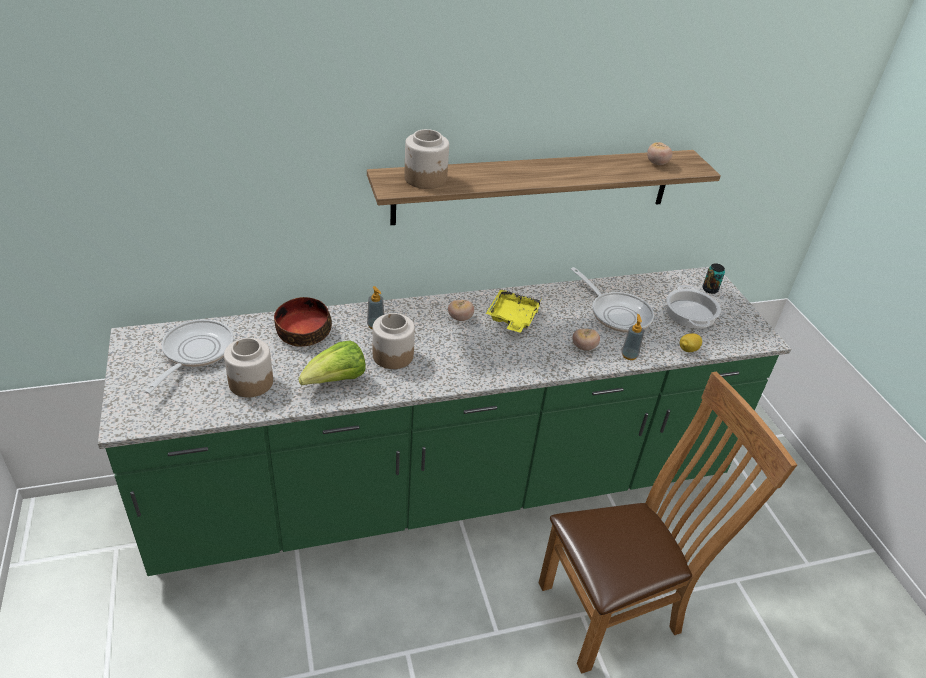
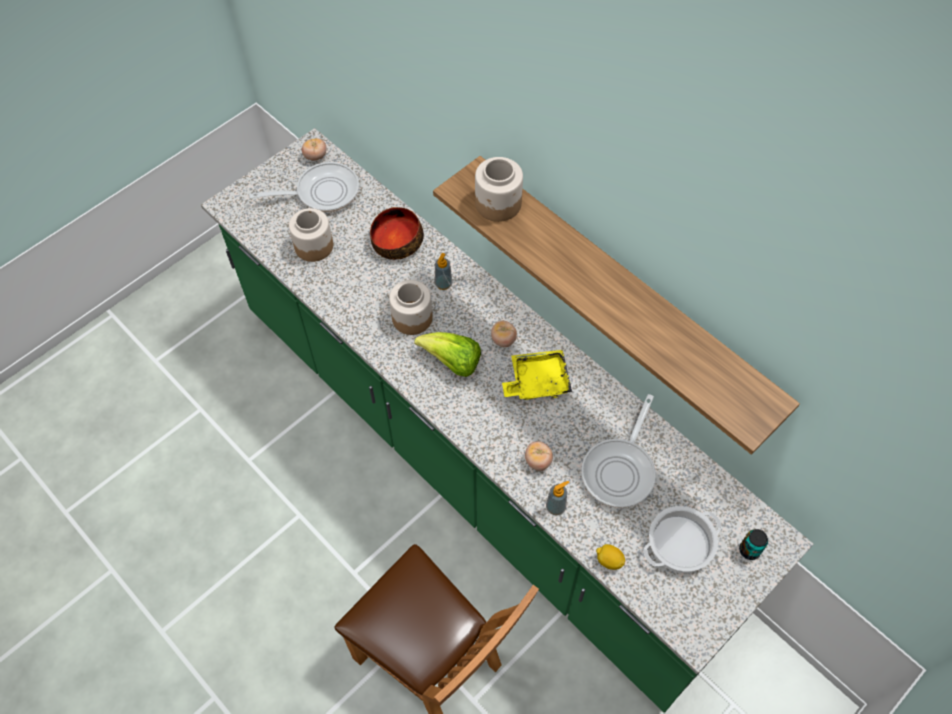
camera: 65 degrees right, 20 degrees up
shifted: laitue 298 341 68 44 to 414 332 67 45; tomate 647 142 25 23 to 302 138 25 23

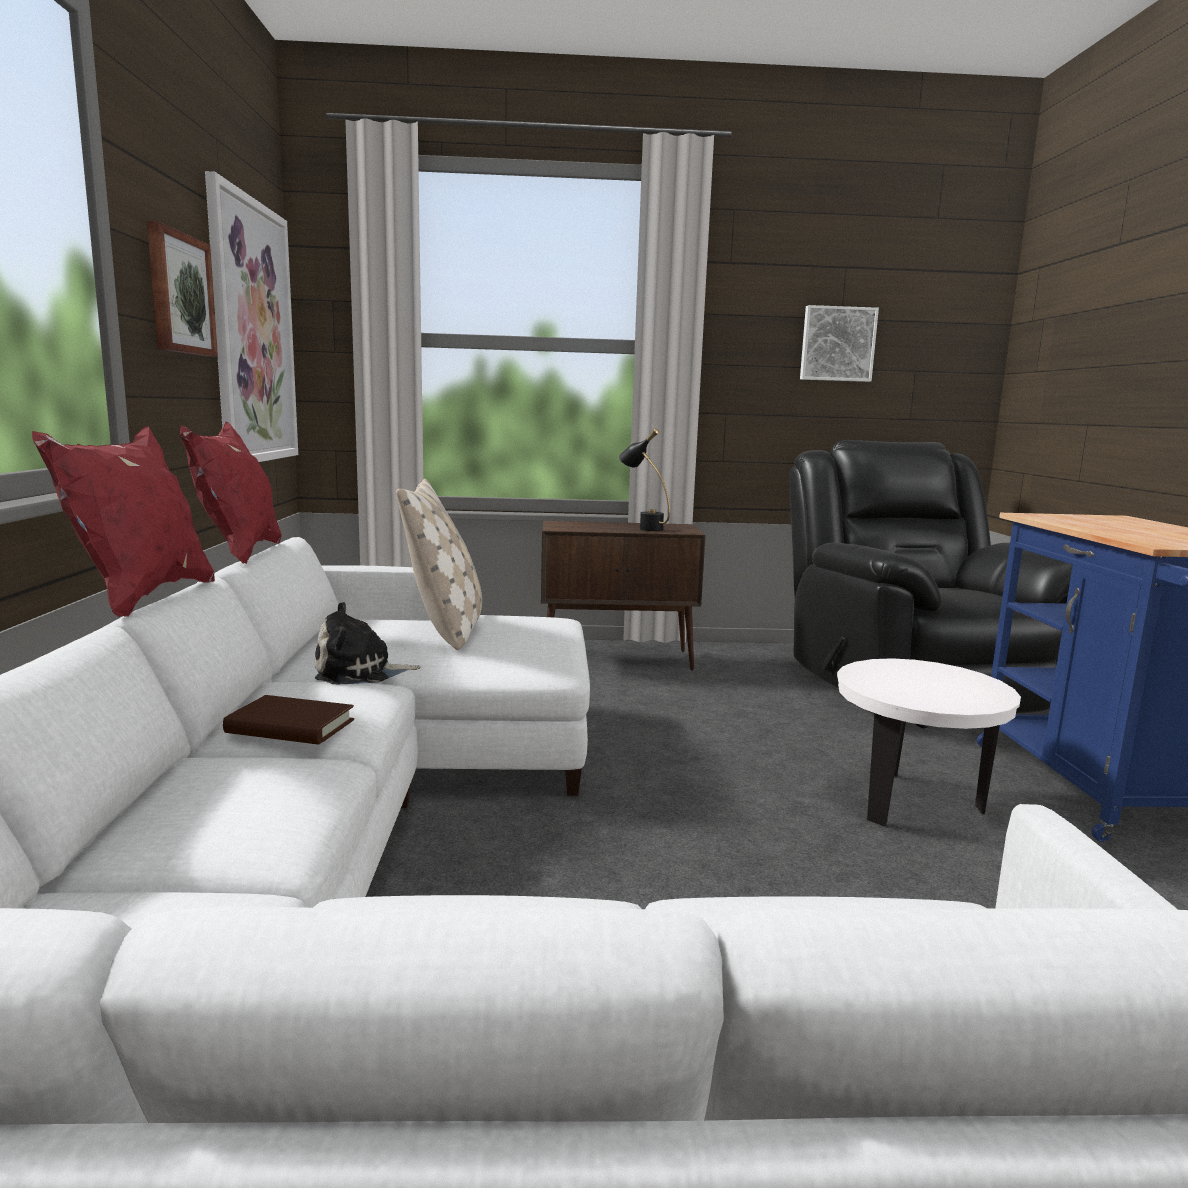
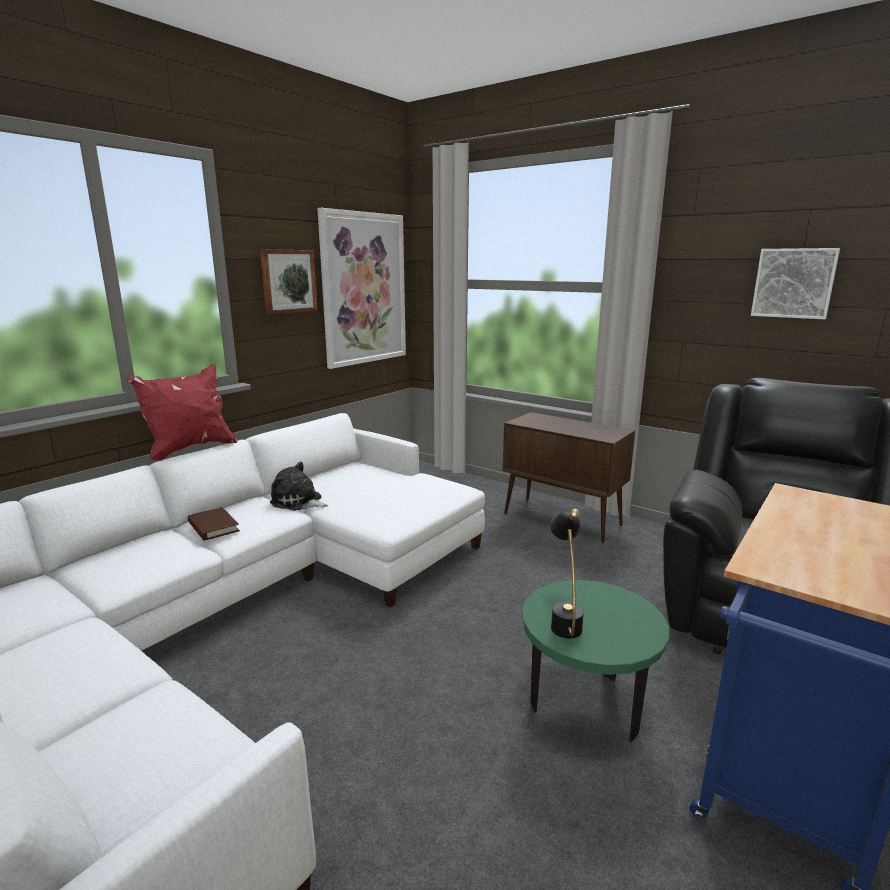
camera: 40 degrees right, 5 degrees up
gone: coussin/rouge 180 422 102 142; coussin/beige 396 479 86 171
shifted: lampe de table/noir 619 428 51 103 to 550 509 34 129
repainted: table d'appoint/blanc 837 658 184 169 to table d'appoint/vert 522 580 147 162

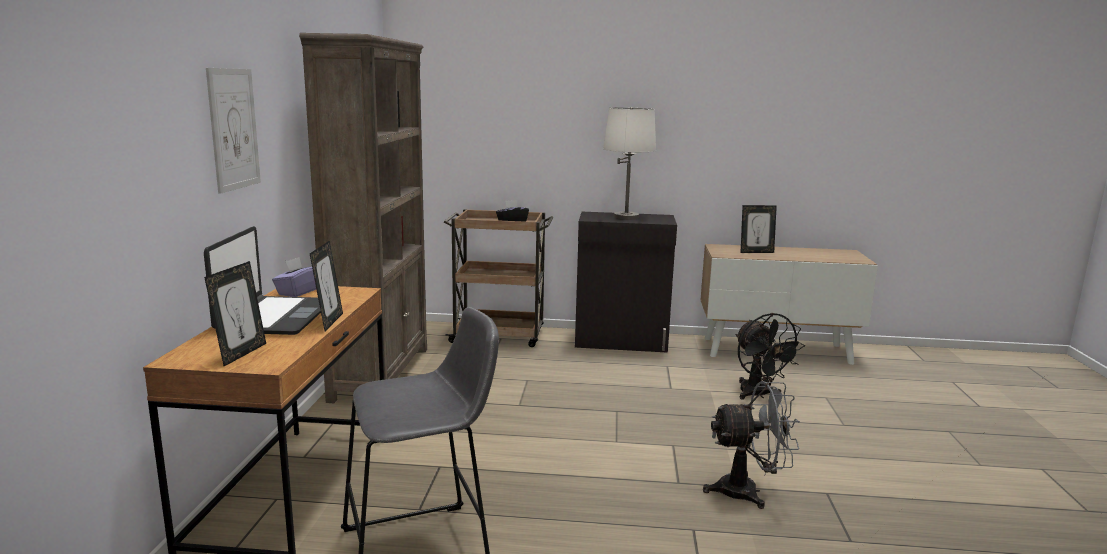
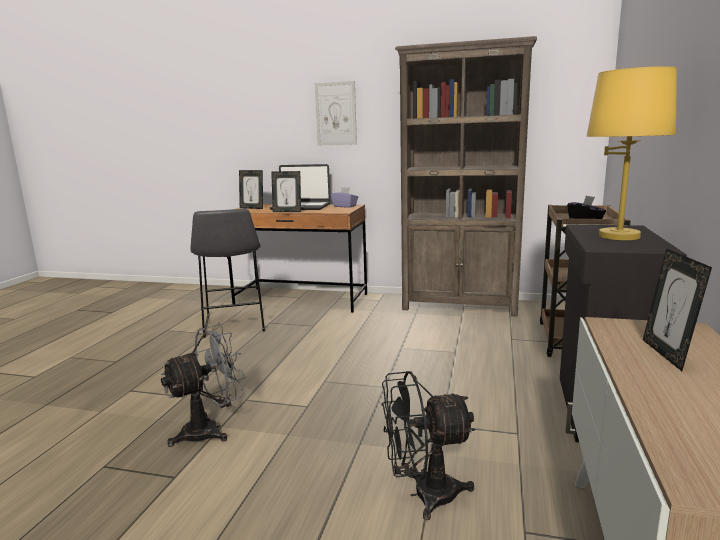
camera: 100 degrees right, 0 degrees up
repainted: lampe de table/blanc 603 107 53 113 to lampe de table/jaune 587 66 90 174
rotated: ventilateur/gris 703 381 97 128 = 160 324 85 123 135 degrees counterclockwise

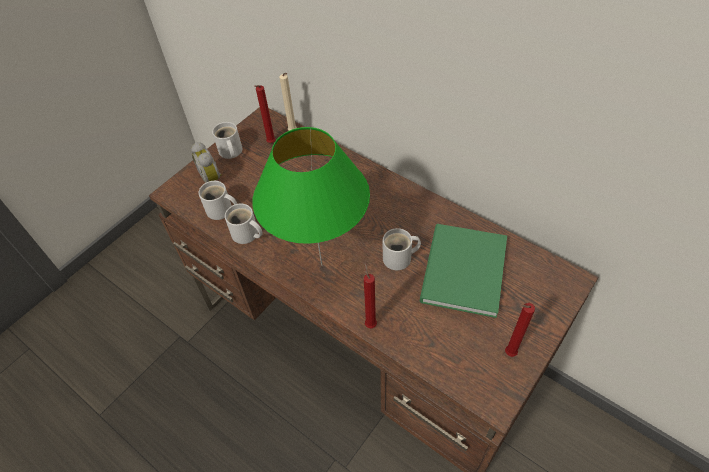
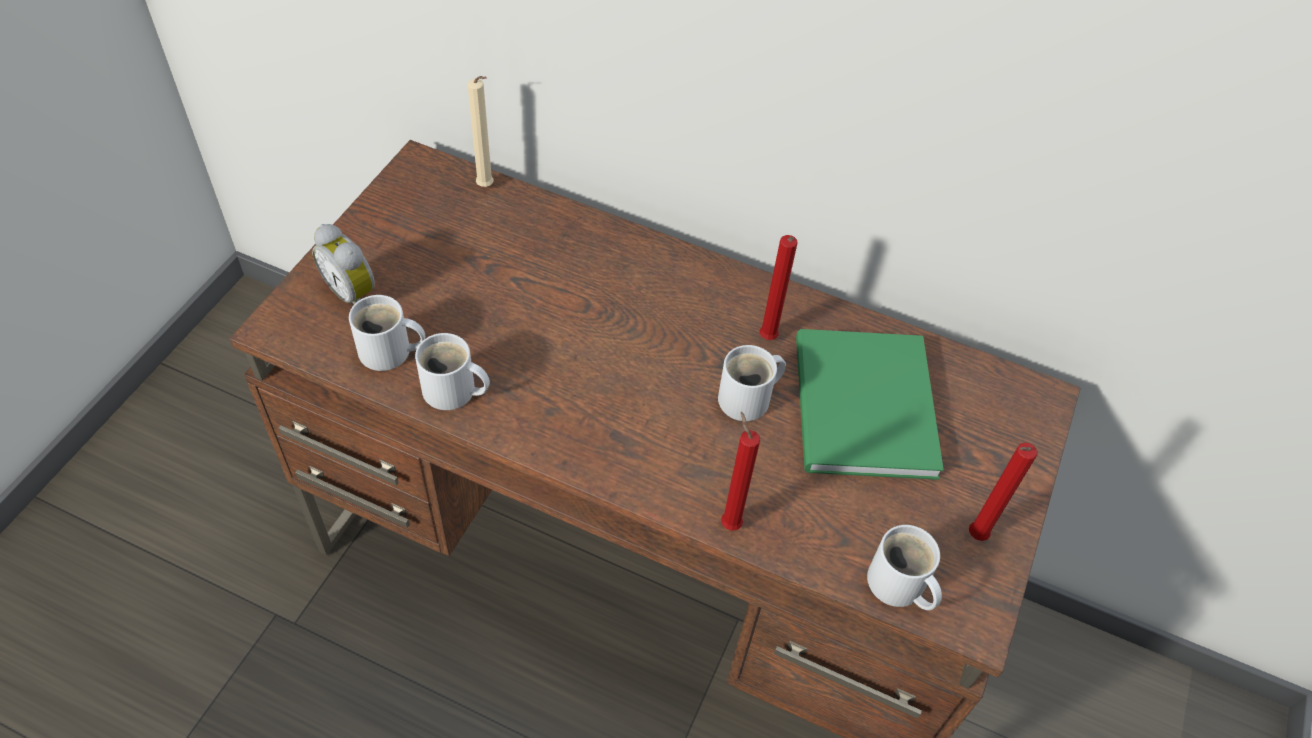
camera: 20 degrees left, 0 degrees up
gone: lampe de table/vert 252 127 118 139
shifted: mug/blanc 212 122 30 37 to 867 525 75 85; bougie/rouge 254 85 22 58 to 759 235 38 105

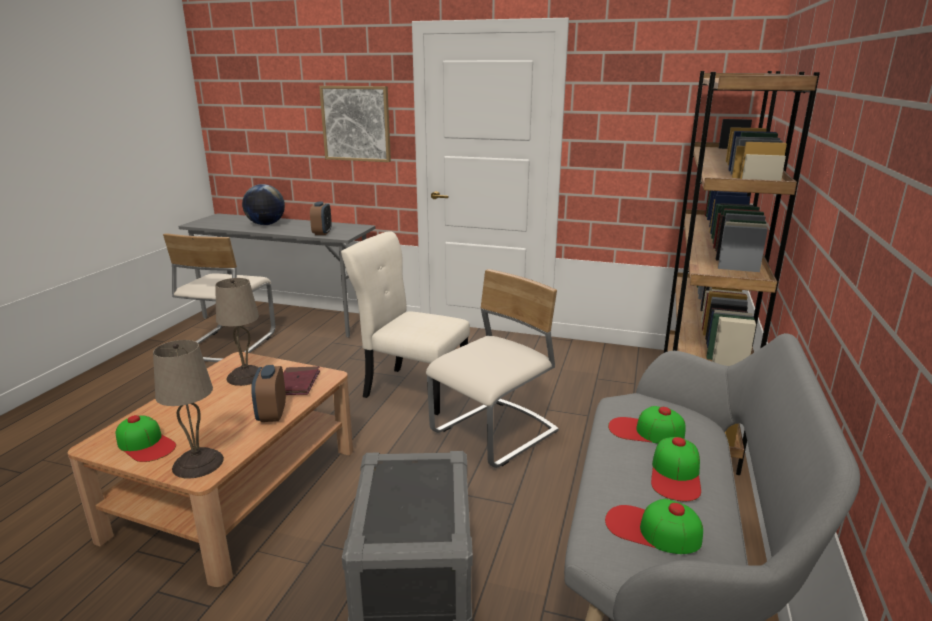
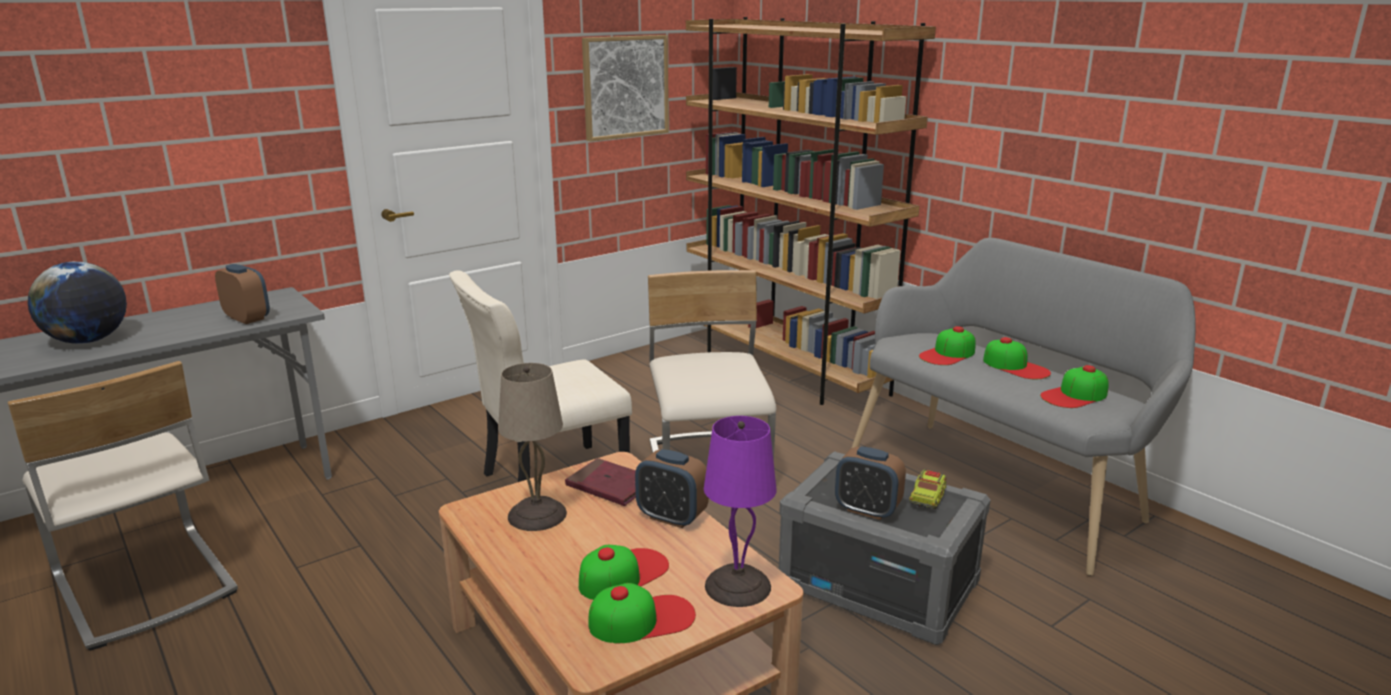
camera: 55 degrees left, 0 degrees up
new: casquette 579 545 90 55; réveil 835 447 71 73; camion jouet 909 469 38 40
shifted: tableau 319 86 72 76 to 582 35 87 107
repainted: lampe de table/beige 153 340 71 139 to lampe de table/violet 704 416 72 191

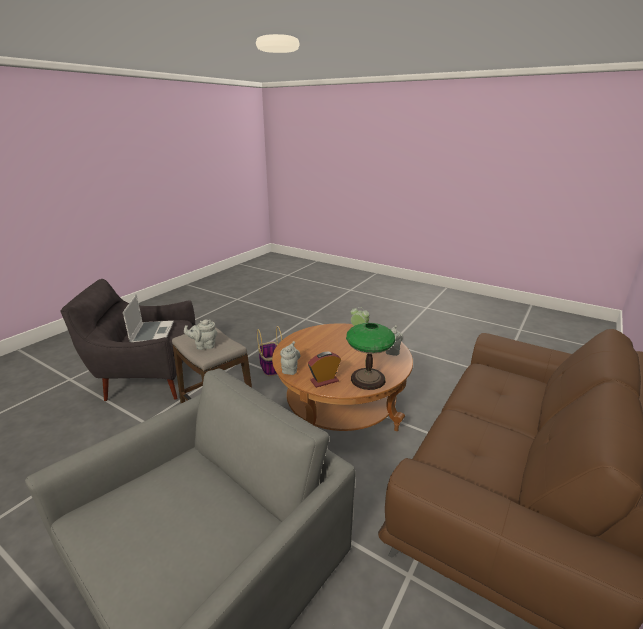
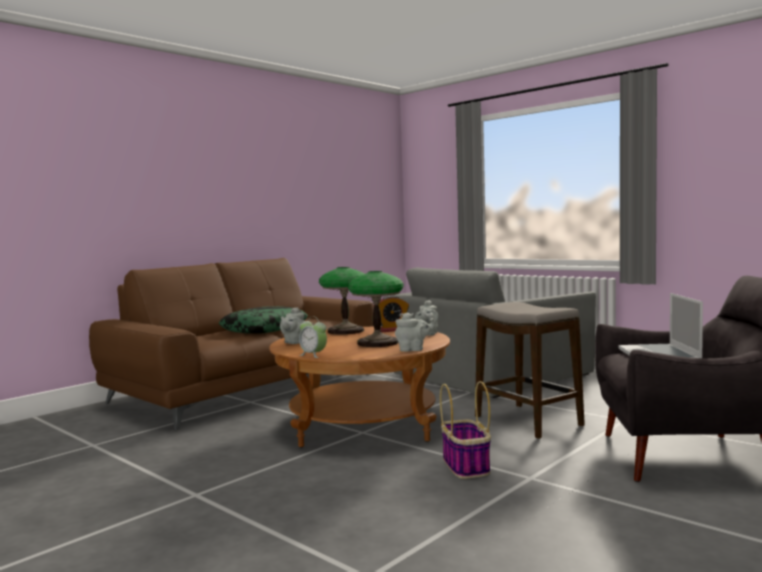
camera: 170 degrees left, 20 degrees down
new: coussin 219 306 89 27; lampe de table 348 271 56 76
shifted: théière/gris 184 319 33 31 to 395 313 40 39

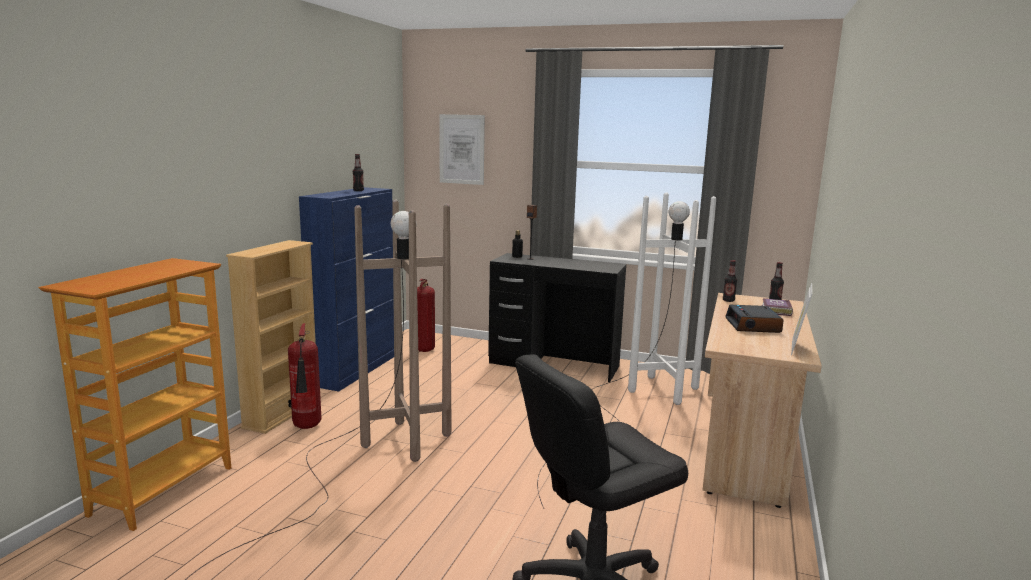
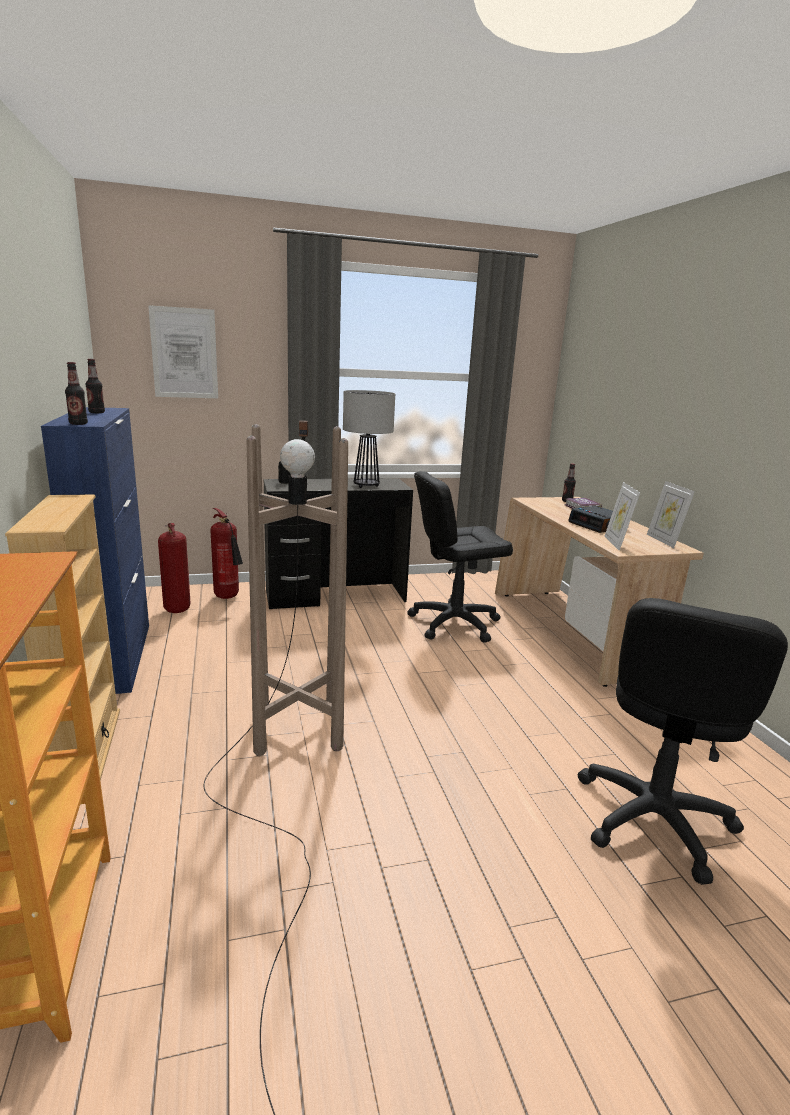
camera: 35 degrees left, 5 degrees up
new: lampe de table 343 390 52 98; cadre photo 604 482 36 69
shifted: extincteur 288 323 33 106 to 210 508 33 91; bouteille 723 260 14 42 to 65 362 23 63
swapped: lampadaire/blanc 537 192 179 316 to chaise de bureau/noir 407 471 106 171

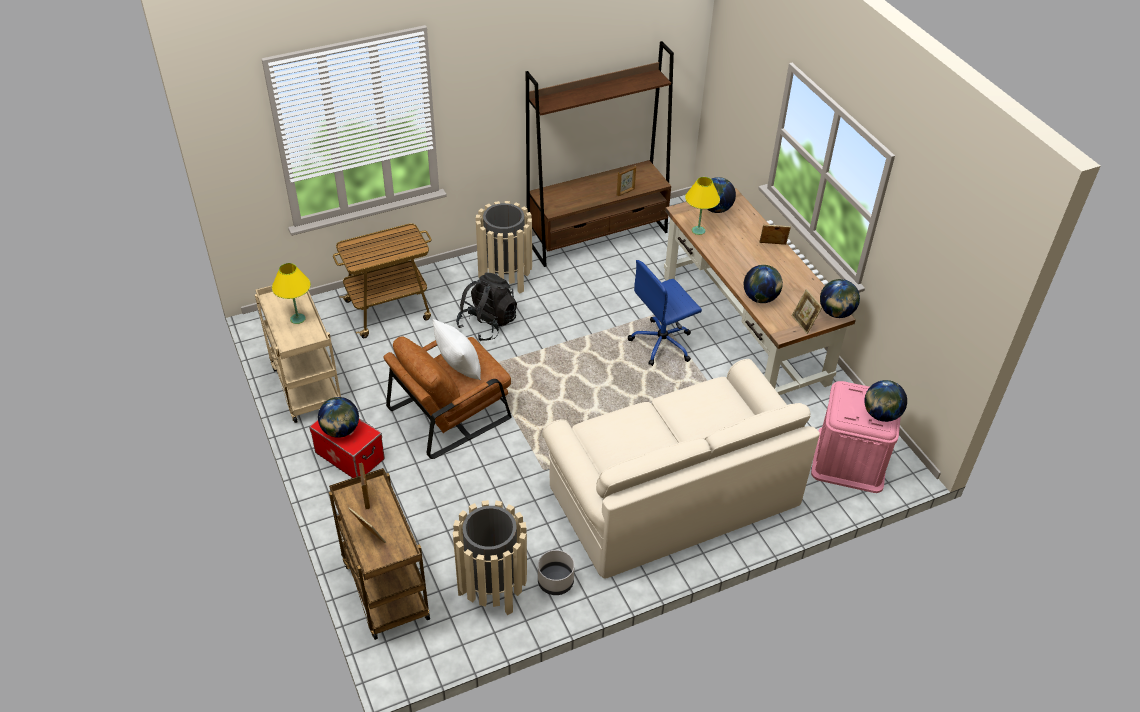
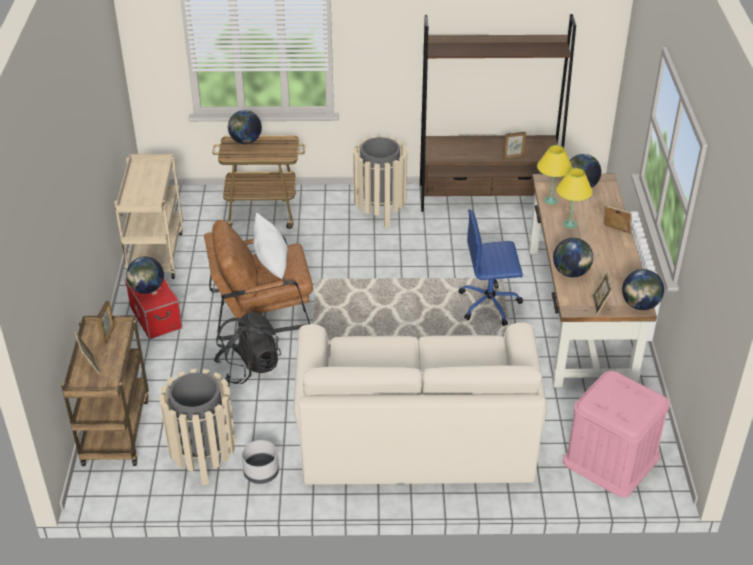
camera: 25 degrees right, 5 degrees down
shifted: lampe de table/jaune 272 263 39 61 to 556 168 37 61; sac à dos/noir 456 273 61 68 to 214 312 67 72; globe 864 380 43 42 to 228 110 34 34

